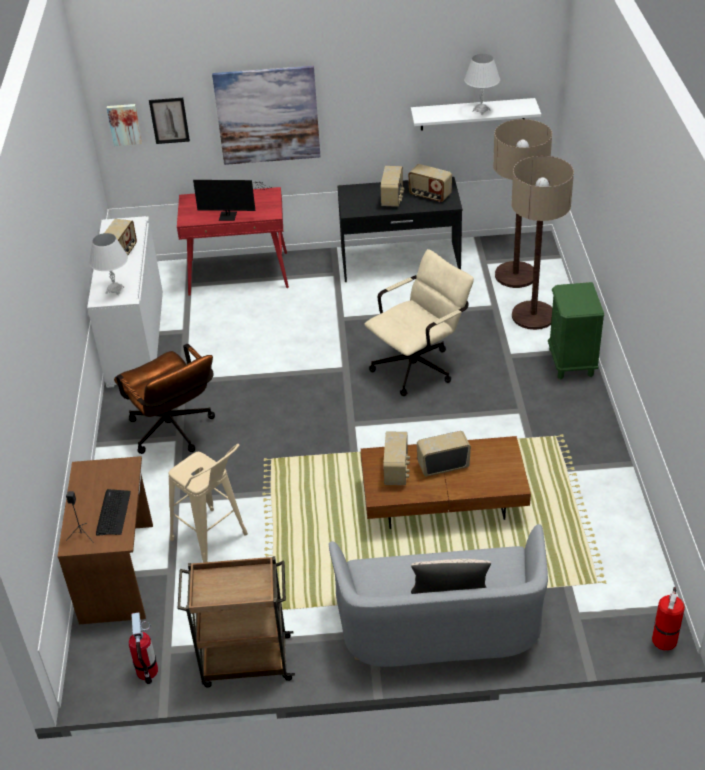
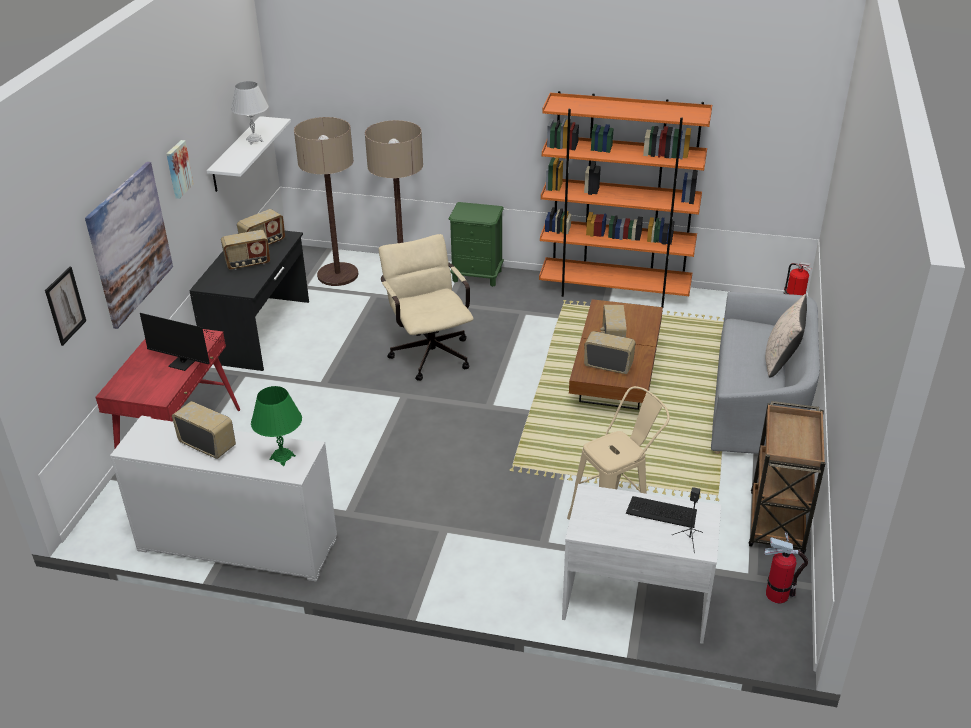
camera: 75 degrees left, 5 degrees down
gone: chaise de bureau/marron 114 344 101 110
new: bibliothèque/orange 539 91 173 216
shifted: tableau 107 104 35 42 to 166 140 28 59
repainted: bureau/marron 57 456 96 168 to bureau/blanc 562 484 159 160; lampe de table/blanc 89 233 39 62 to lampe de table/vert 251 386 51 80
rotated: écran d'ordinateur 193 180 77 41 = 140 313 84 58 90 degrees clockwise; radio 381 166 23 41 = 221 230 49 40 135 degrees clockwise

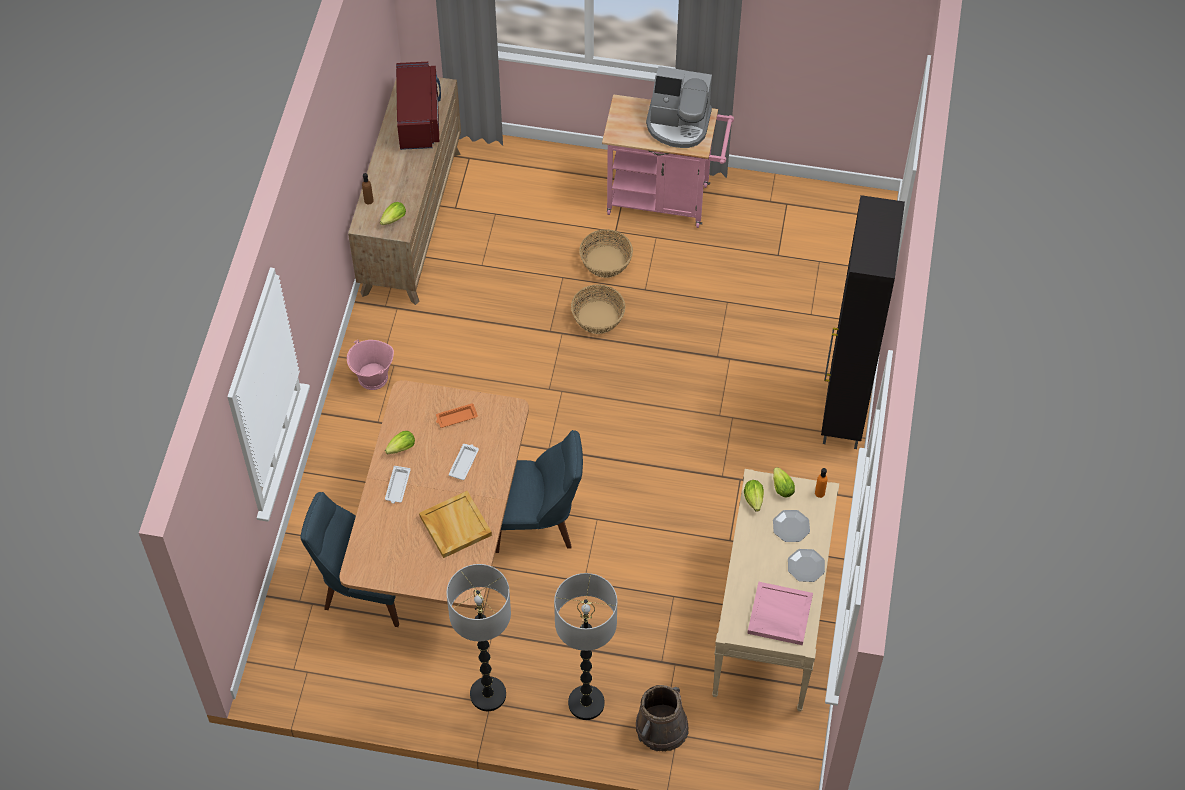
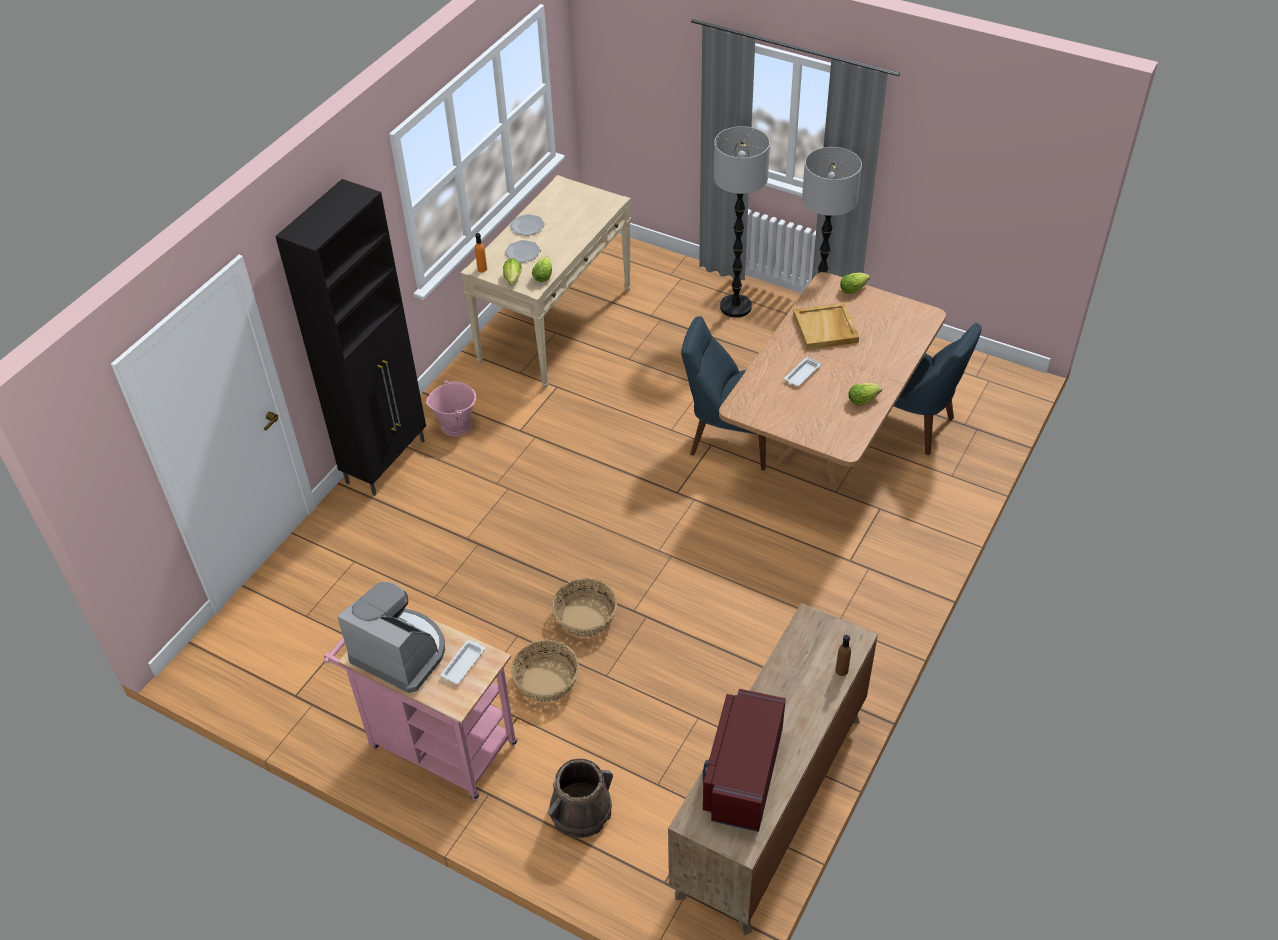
camera: 160 degrees left, 10 degrees down
gone: plateau/orange 436 403 42 25; plateau/rose 747 582 66 63
shifted: seau/rose 347 340 47 50 to 426 380 50 56; laitue 380 202 26 23 to 840 273 30 21; plateau/blanc 385 466 26 38 to 440 640 45 44; seau/marron 636 685 53 67 to 548 758 65 80

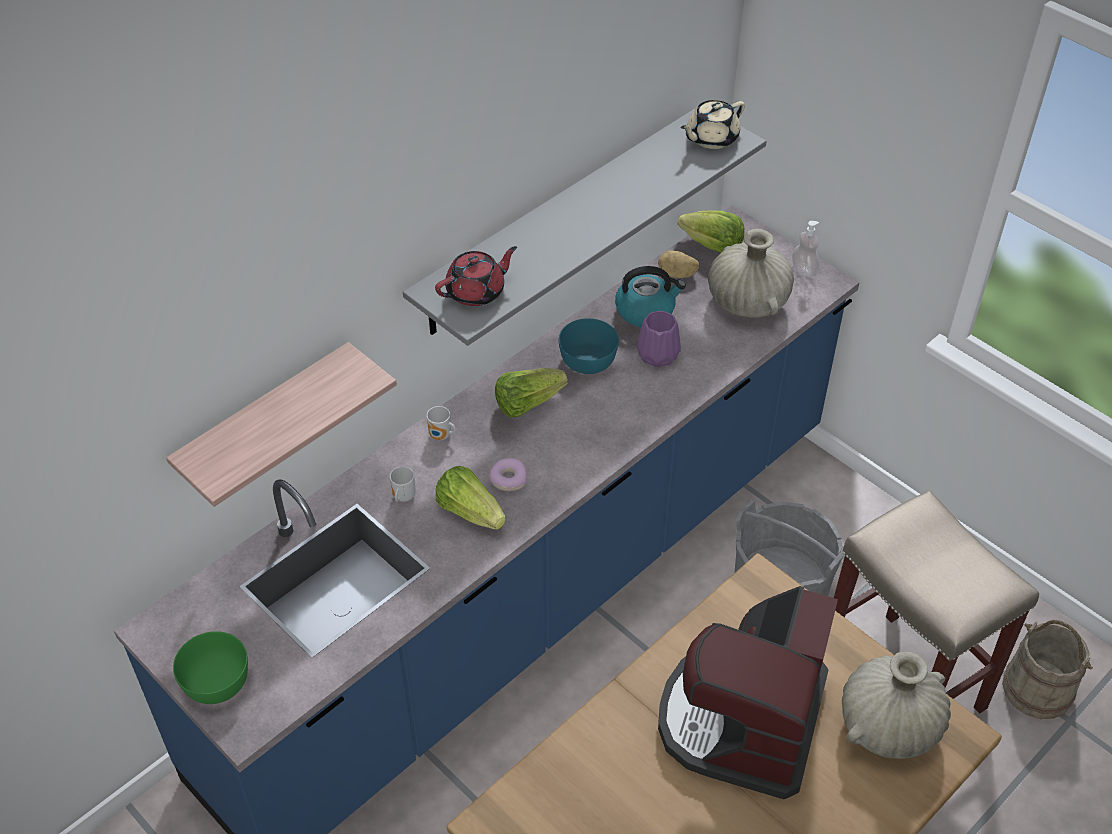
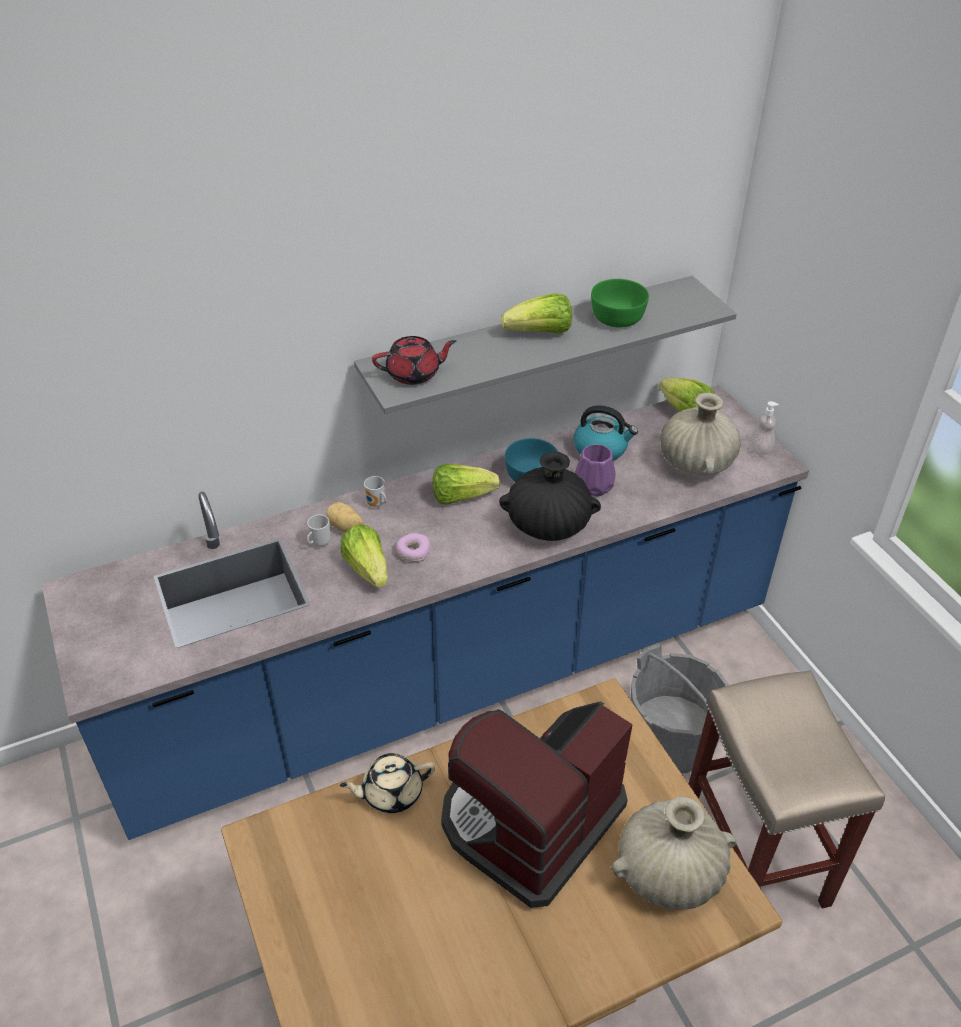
camera: 20 degrees right, 5 degrees down
gone: étagère 166 342 231 165; seau/beige 1002 620 91 99
new: vase/noir 499 451 102 90; laitue 501 293 71 41
shifted: bol/vert 173 631 75 73 to 591 279 58 48; pomme de terre 658 250 41 28 to 326 502 38 30; théière/beige 681 100 64 49 to 340 753 95 60

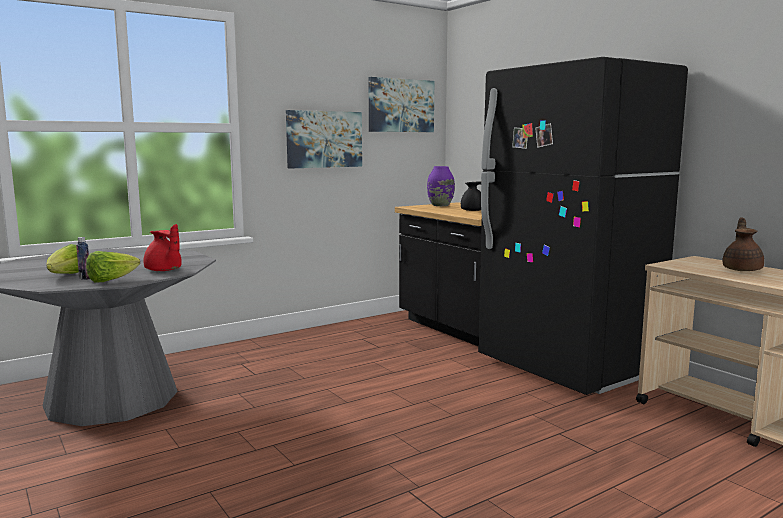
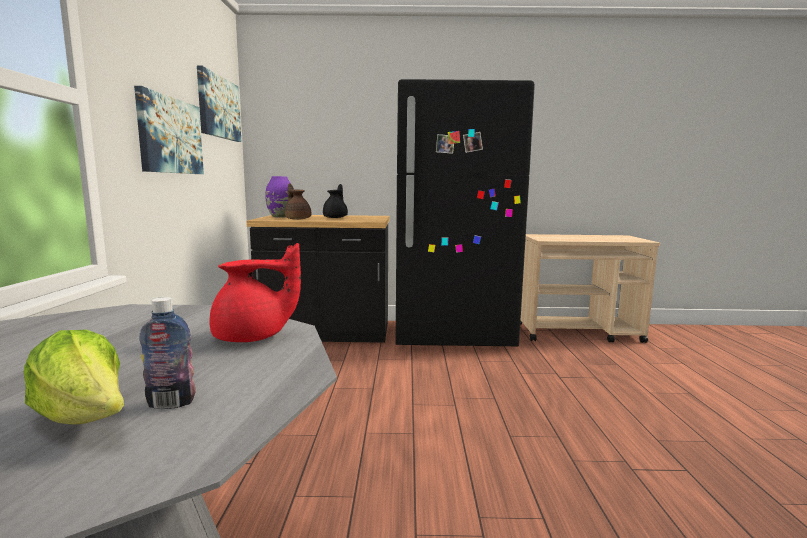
camera: 55 degrees left, 0 degrees up
gone: laitue 86 251 54 31
shifted: théière/marron 722 217 42 54 to 285 184 26 36

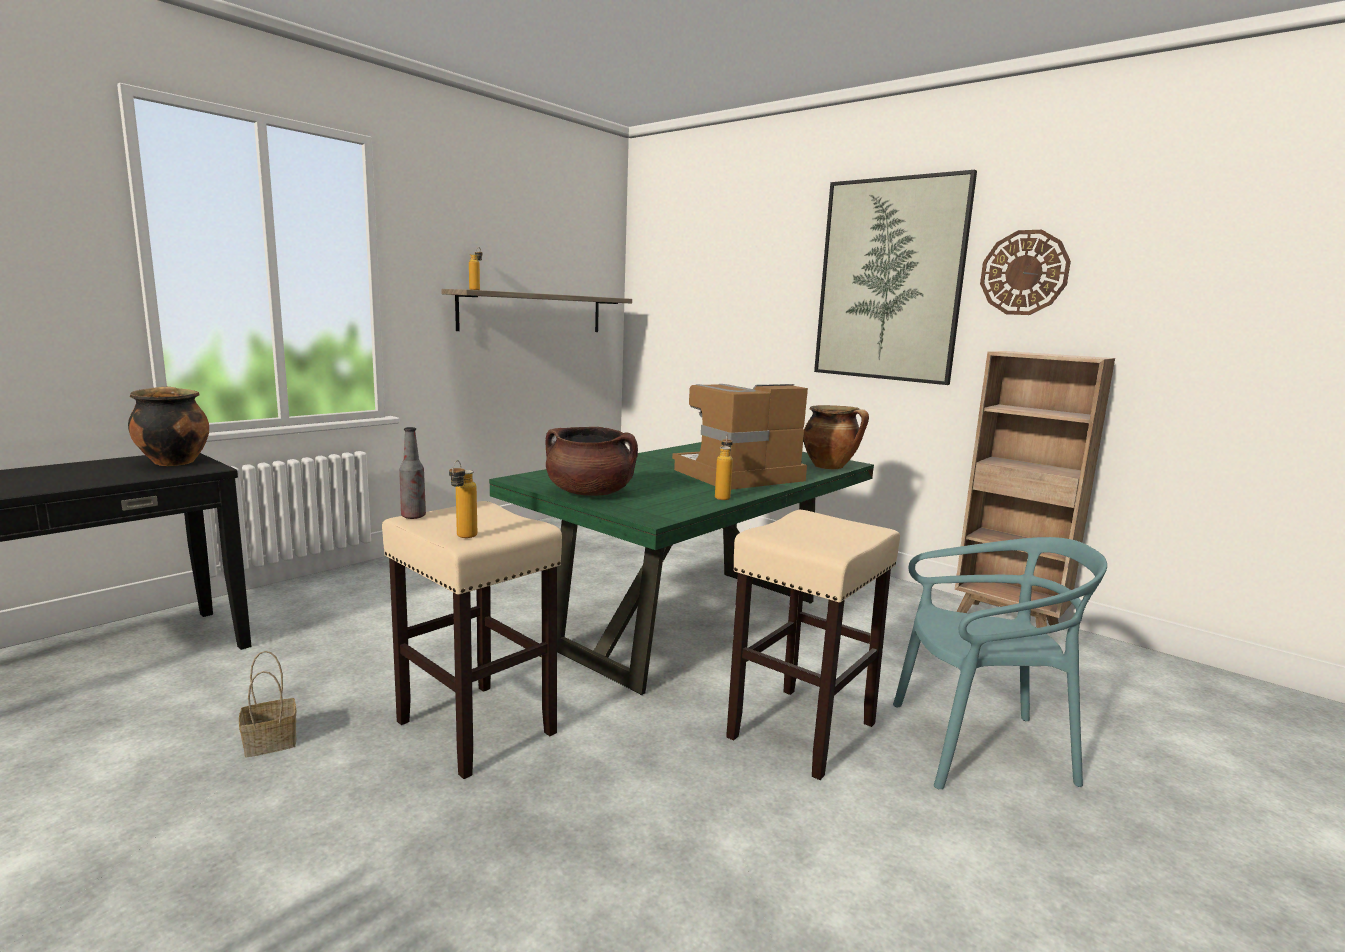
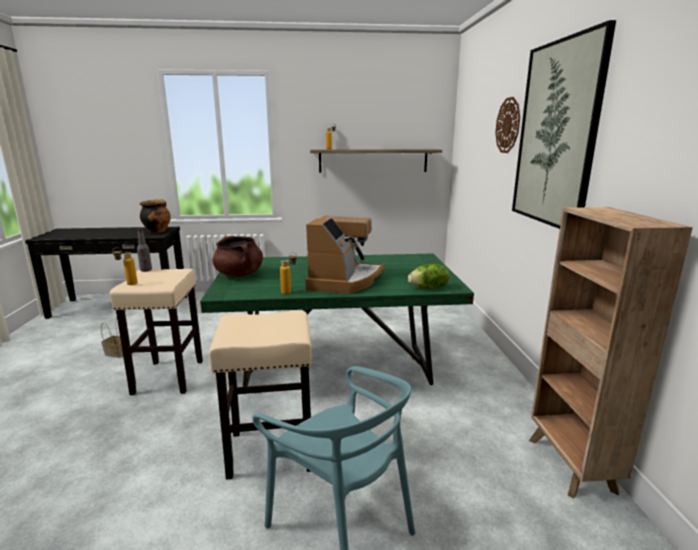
camera: 45 degrees right, 5 degrees up
shifted: horloge murale 980 230 91 85 to 495 97 25 56
swapped: marmite 803 405 66 64 to laitue 408 264 41 25
rotated: machine à café 672 384 136 106 = 305 215 79 79 90 degrees clockwise

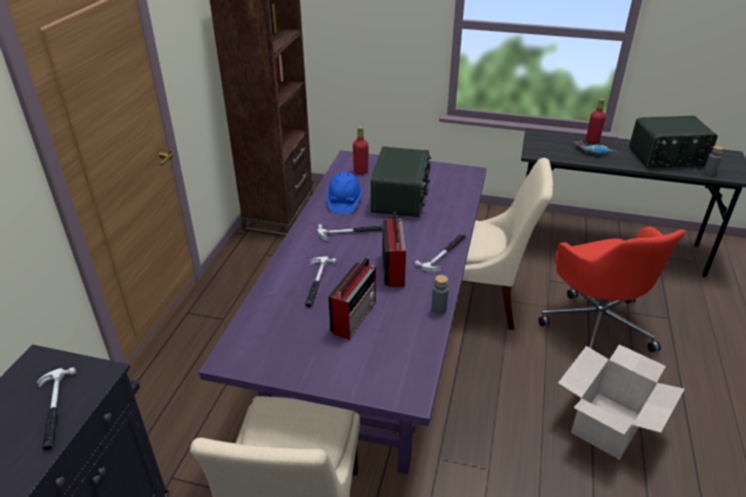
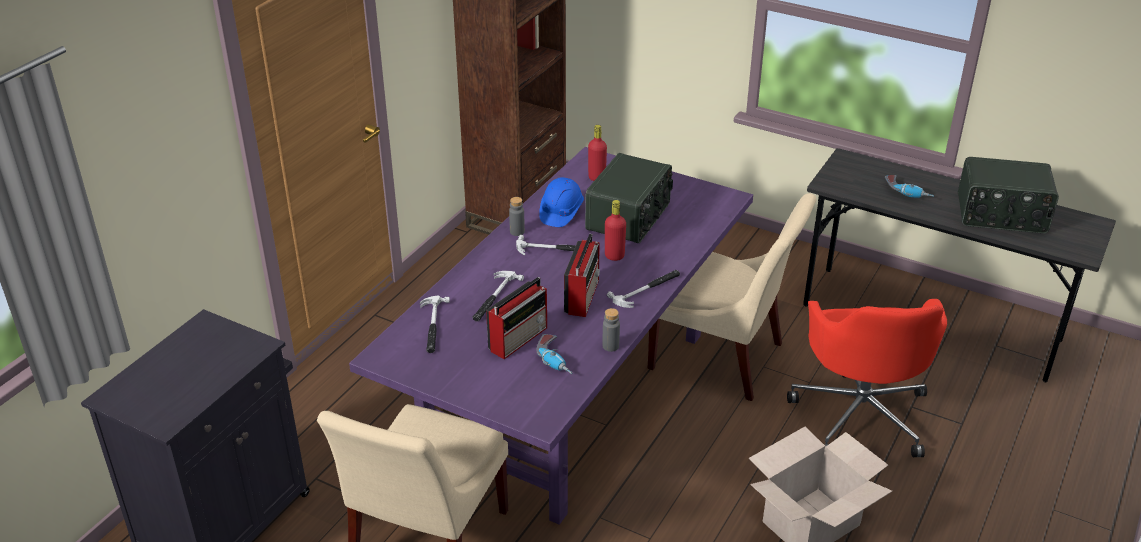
camera: 15 degrees right, 0 degrees up
new: perceuse 537 334 36 40
shifted: marteau 37 367 39 83 to 420 296 30 57; bouteille/rouge 586 99 20 45 to 605 200 21 61; bouteille/gris 703 145 20 31 to 509 197 16 39

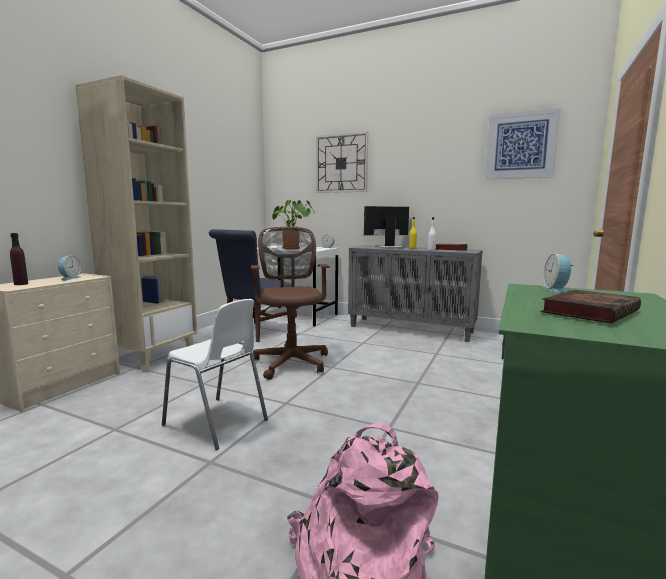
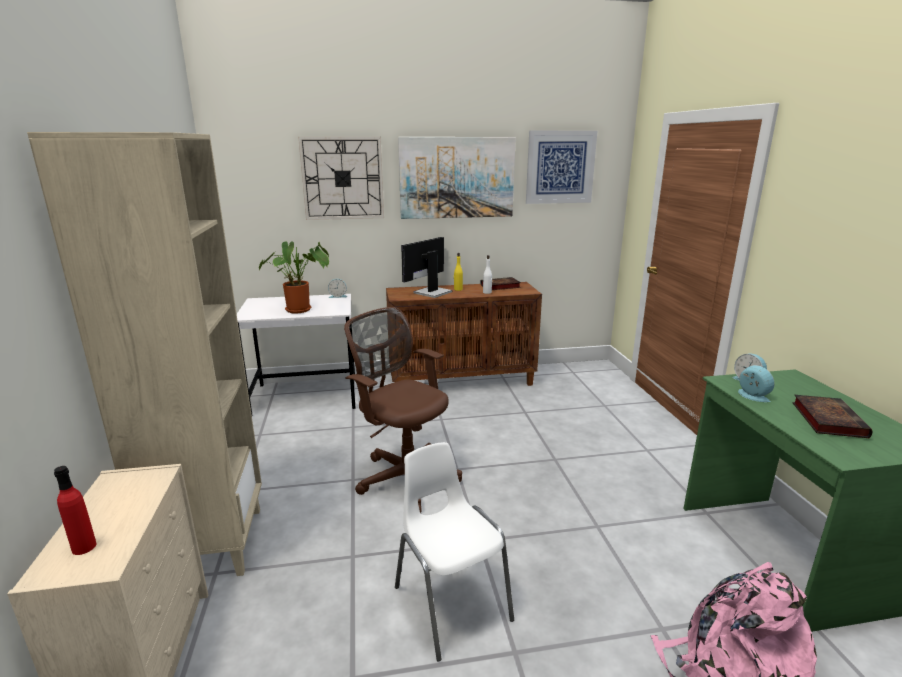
camera: 35 degrees left, 10 degrees up
gone: chaise/bleu 209 229 82 113
new: tableau 398 137 118 82
shifted: réveil 58 256 23 24 to 738 365 37 37
repainted: bouteille/violet 10 233 18 52 to bouteille/rouge 54 466 43 89; meuble de rangement/gris 348 245 135 97 to meuble de rangement/marron 386 282 156 104
rotated: chaise/blanc 162 299 106 151 = 395 442 119 220 120 degrees counterclockwise

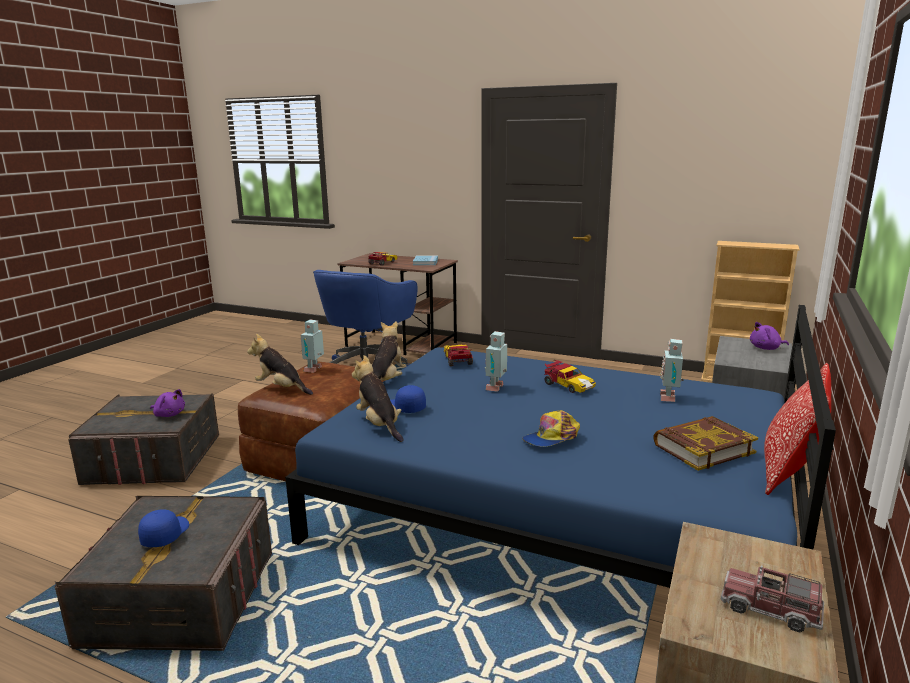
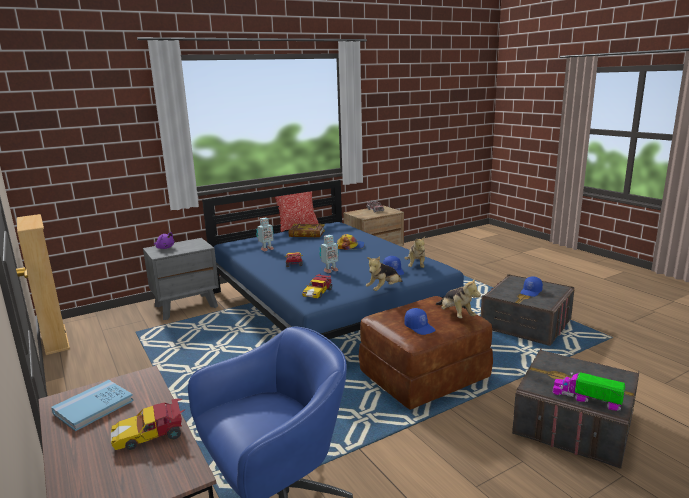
camera: 145 degrees left, 0 degrees up
gone: peluche/violet 150 389 35 28
new: camion jouet 552 372 74 39
swapped: robot jouet 301 320 23 53 to casquette/bleu 404 308 31 27

